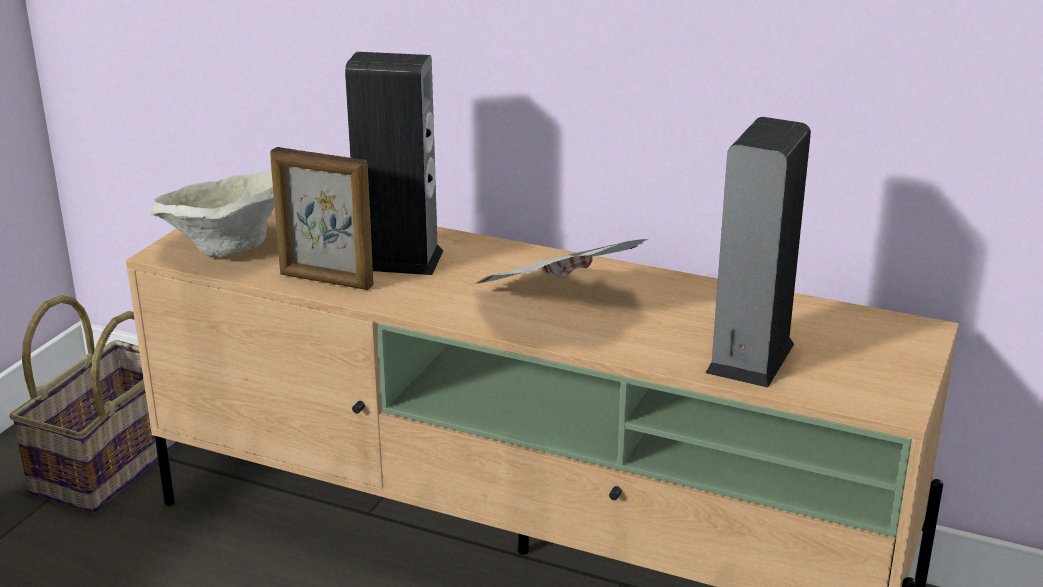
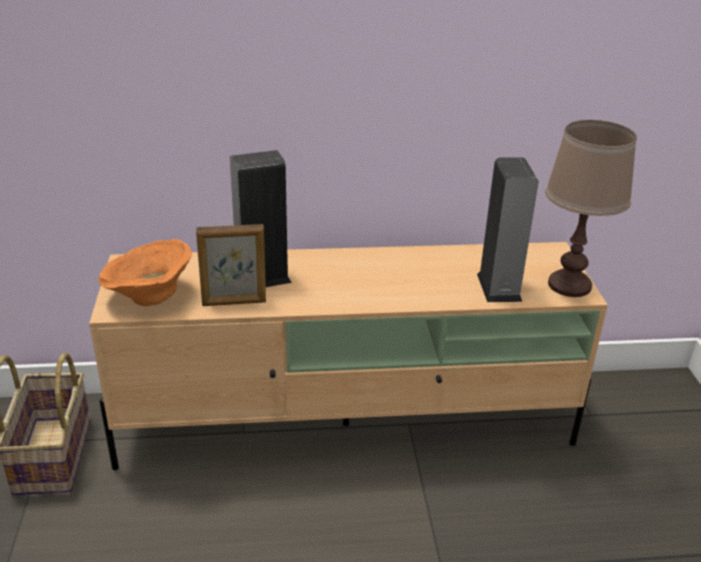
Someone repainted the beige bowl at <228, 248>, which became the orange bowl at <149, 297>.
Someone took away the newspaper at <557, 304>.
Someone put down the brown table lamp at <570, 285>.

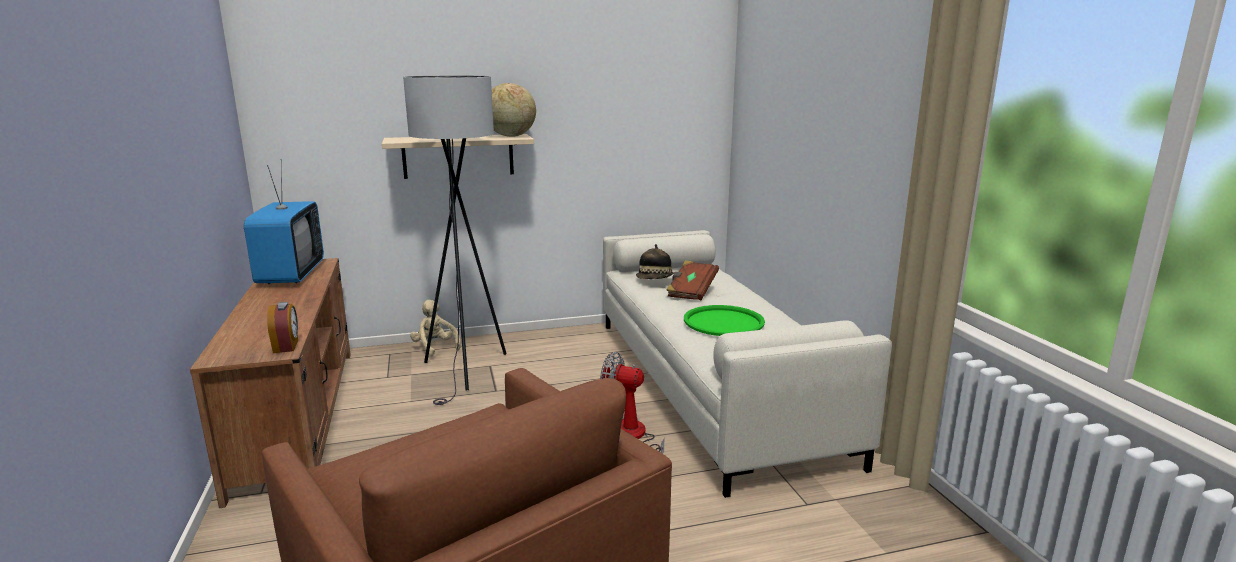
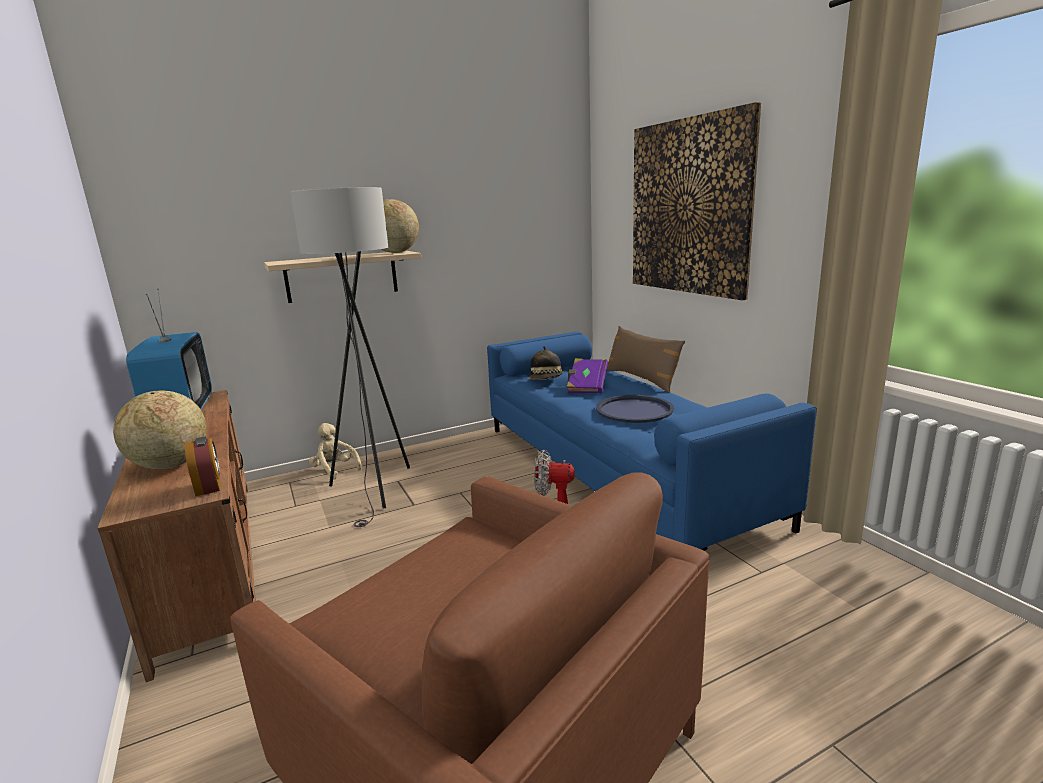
Someone repainted the beige sofa at <711, 385>, which became the blue sofa at <617, 471>.
Someone repainted the brown book at <691, 291>, which became the purple book at <586, 386>.
Someone repainted the green tray at <723, 322>, which became the blue tray at <634, 410>.
Someone put up the picture at <689, 207>.
Someone put down the brown pillow at <642, 379>.
Someone put down the globe at <170, 465>.

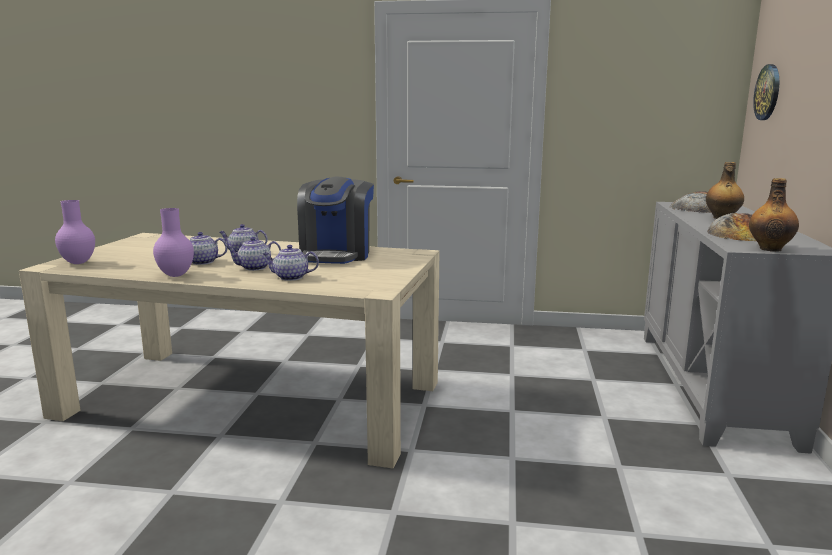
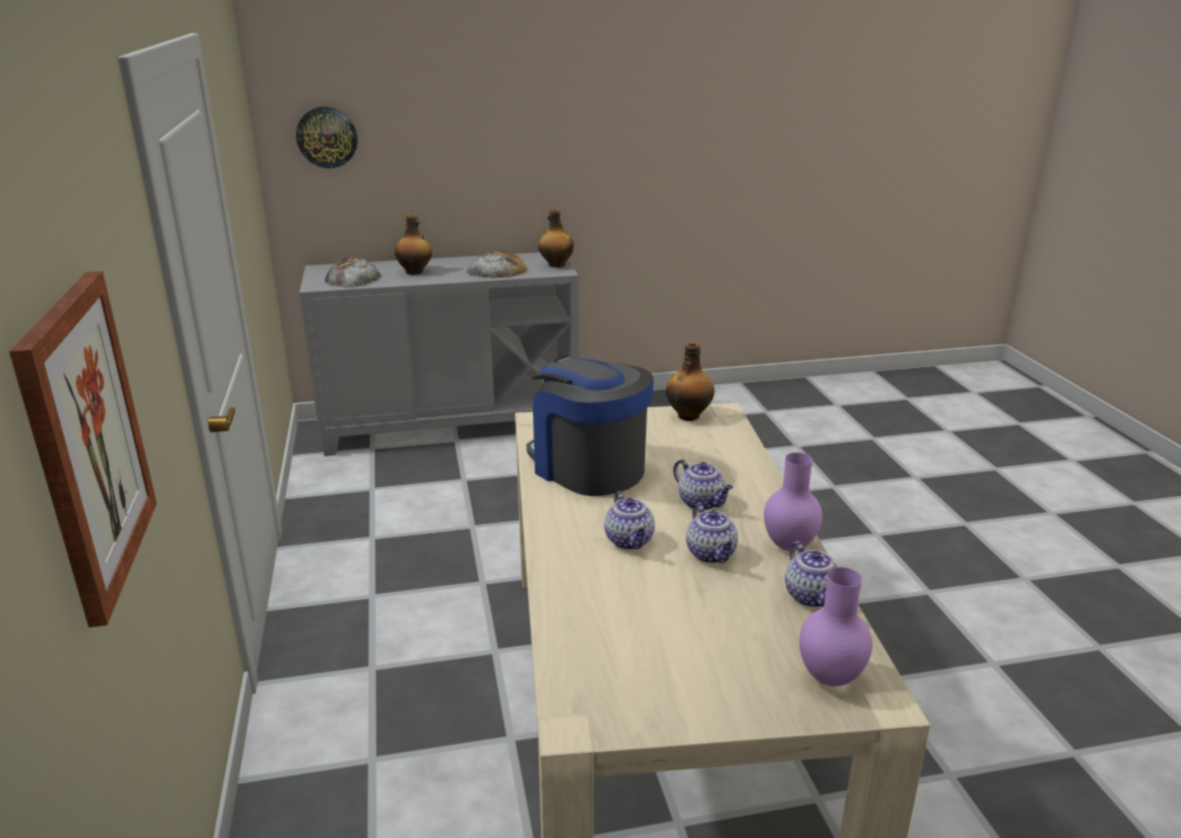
Someone rotated the coffee machine at <336, 255> by 120 degrees counterclockwise.
Someone carried the teapot from <290, 277> to <812, 597>.
Someone put up the picture at <87, 441>.
Someone put down the bottle at <689, 416>.

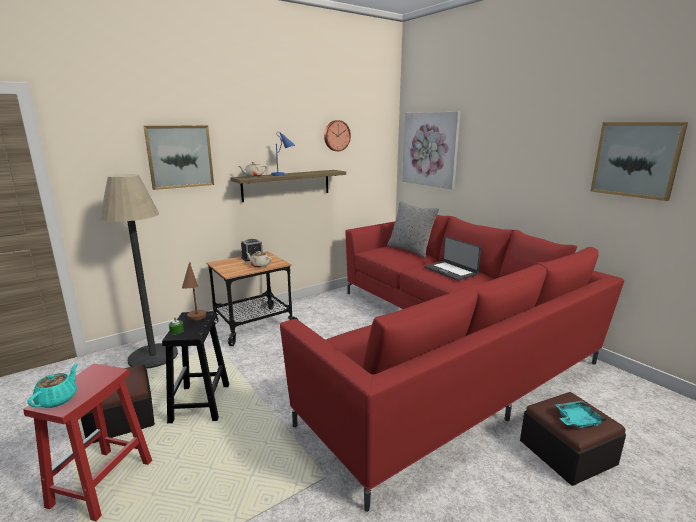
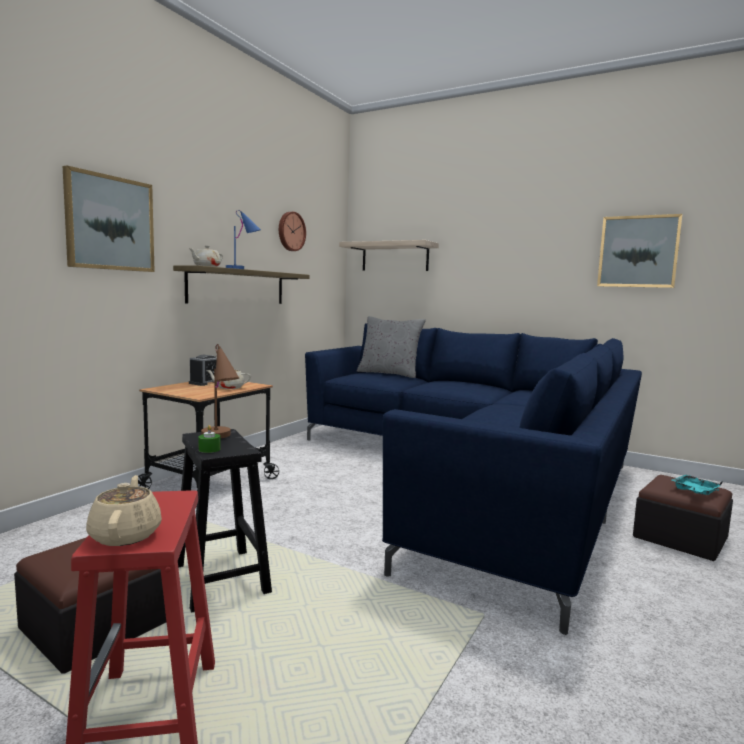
Someone swapped the picture at <430, 149> for the shelf at <395, 257>.
Someone took away the floor lamp at <153, 356>.
Someone repainted the red sofa at <442, 351>, which became the blue sofa at <476, 477>.
Someone took away the laptop at <451, 271>.
Someone repainted the turquoise teapot at <58, 399>, which became the beige teapot at <126, 534>.

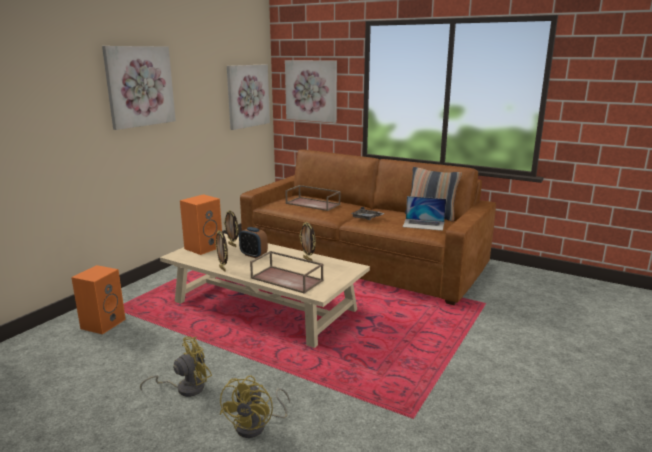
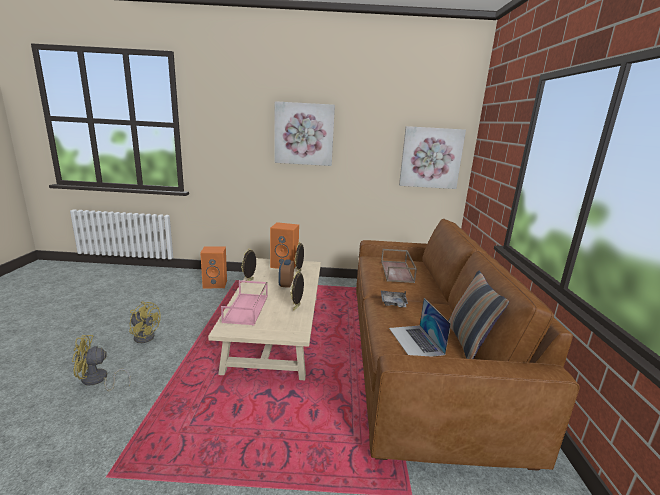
Someone took away the picture at <311, 90>.
Someone repainted the brown tray at <288, 279>, which became the pink tray at <246, 309>.

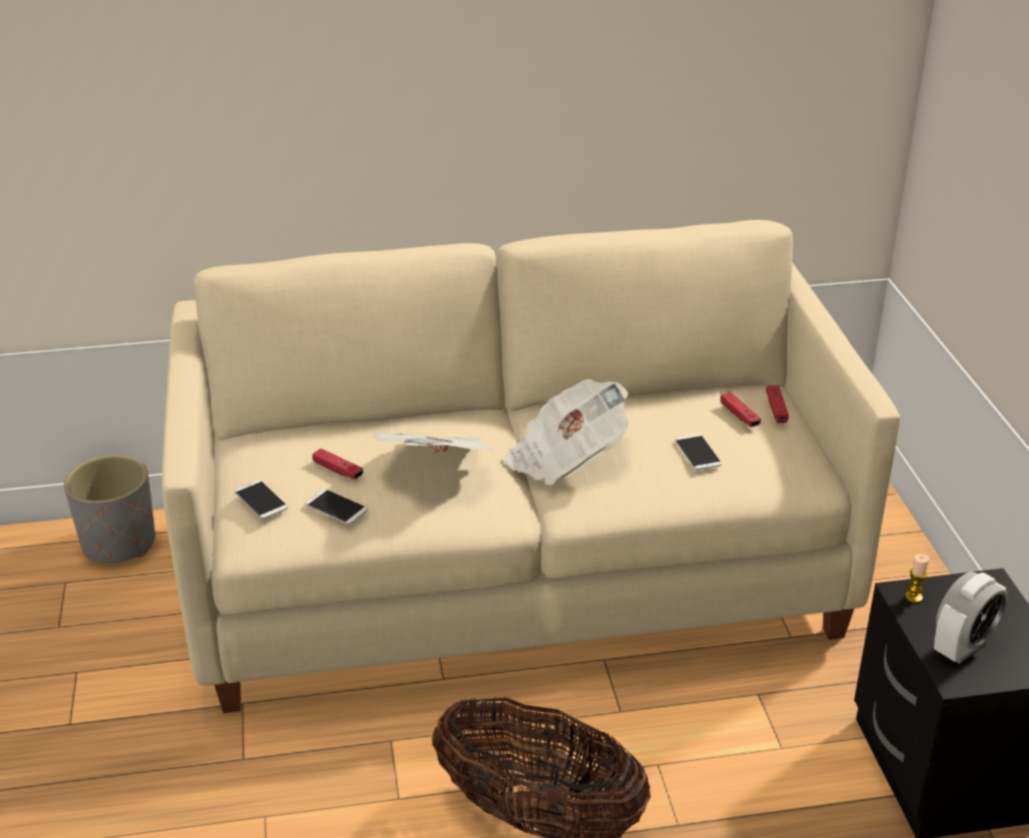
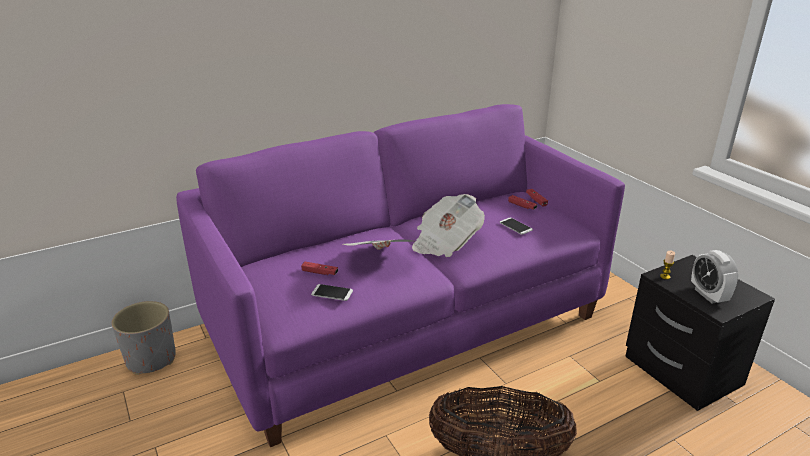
Someone repainted the beige sofa at <514, 574>, which became the purple sofa at <404, 323>.
Someone took away the phone at <261, 500>.
Someone rotated the alarm clock at <963, 647> by 135 degrees clockwise.

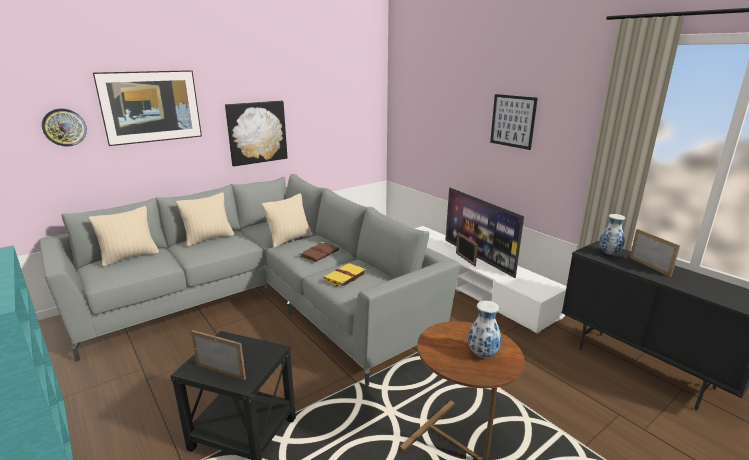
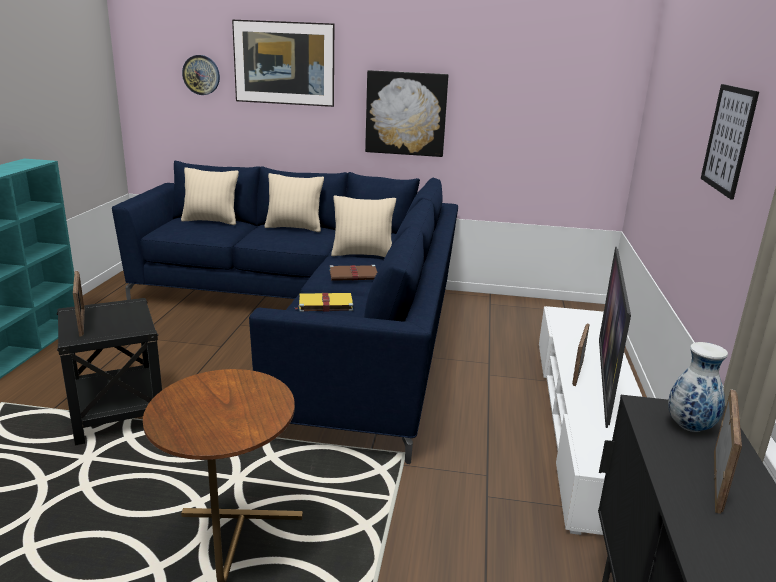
Someone repainted the grey sofa at <265, 302>, which became the blue sofa at <317, 324>.
Someone took away the vase at <483, 354>.

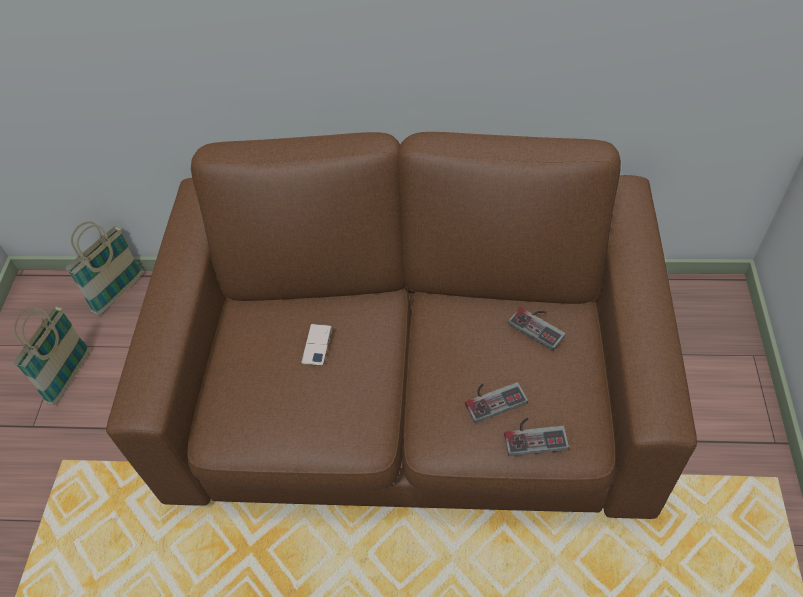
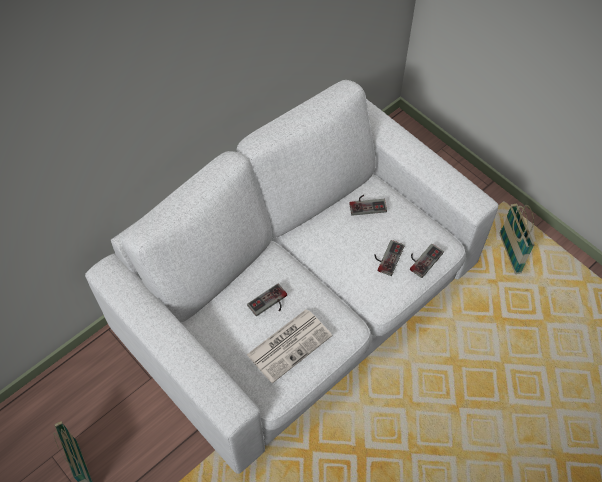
Someone repainted the brown sofa at <411, 389>, which became the white sofa at <300, 298>.
Someone carried the basket from <119, 293> to <509, 254>.
Someone swapped the phone at <317, 345> for the game controller at <270, 304>.
Someone put down the newspaper at <290, 344>.

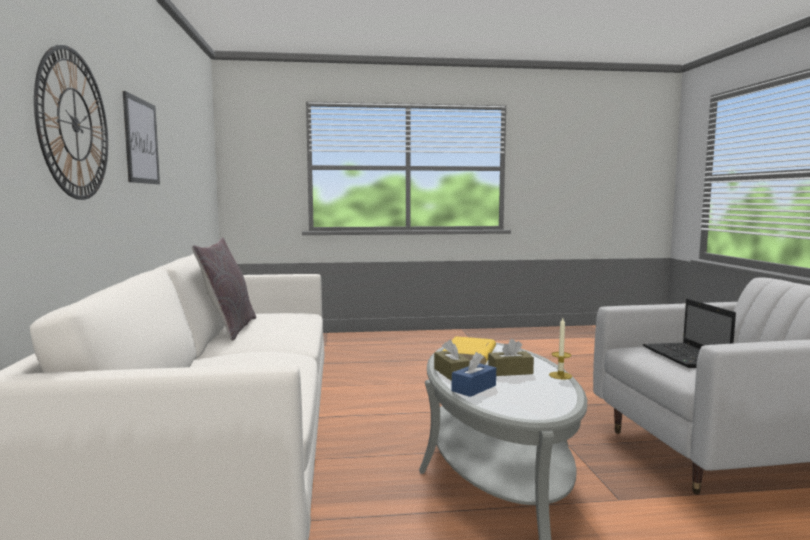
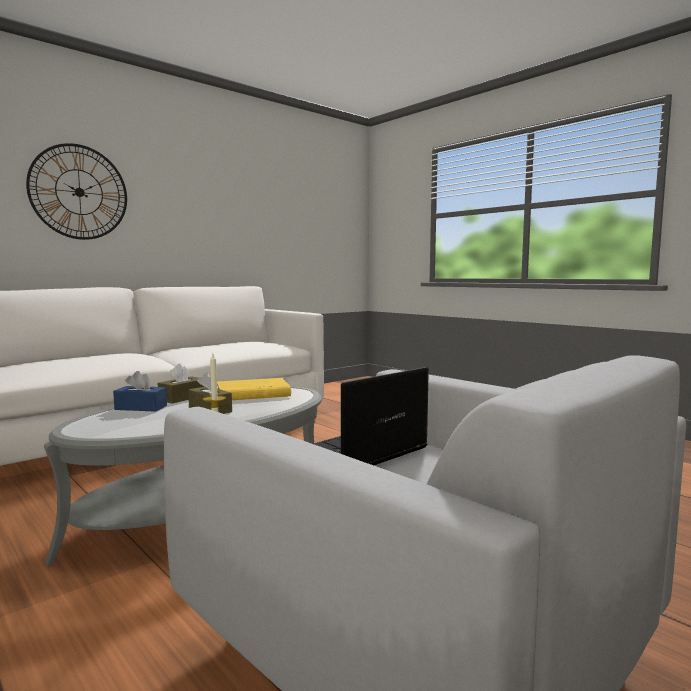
Someone took away the picture at <141, 141>.
Someone took away the grey pillow at <228, 329>.

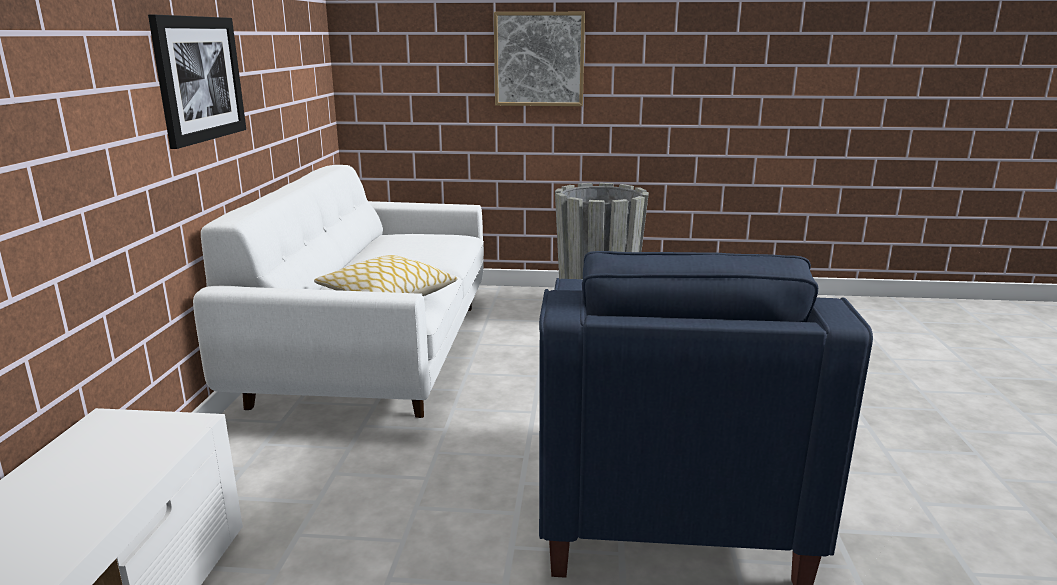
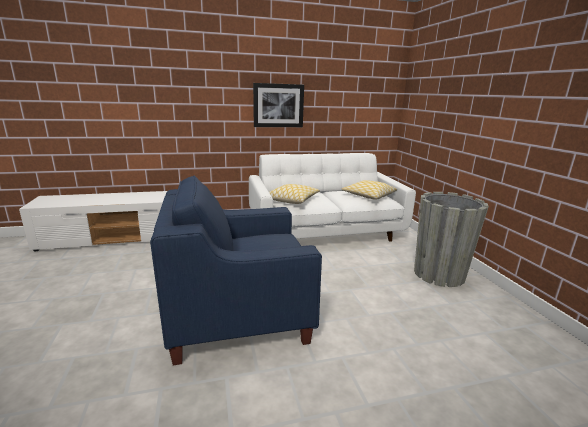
Someone took away the picture at <539, 59>.
Someone put down the pillow at <368, 196>.

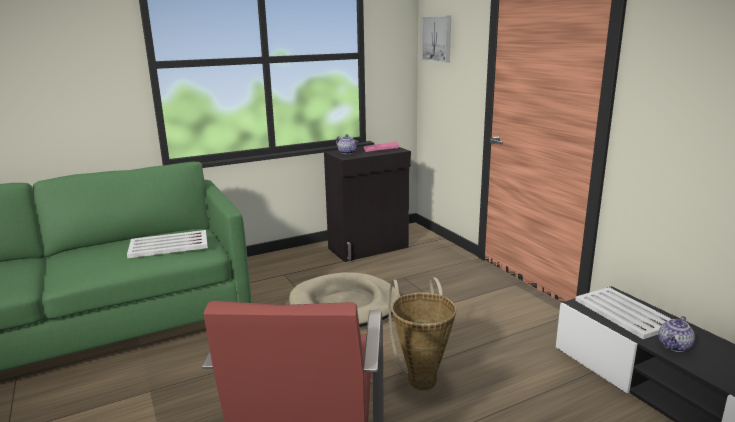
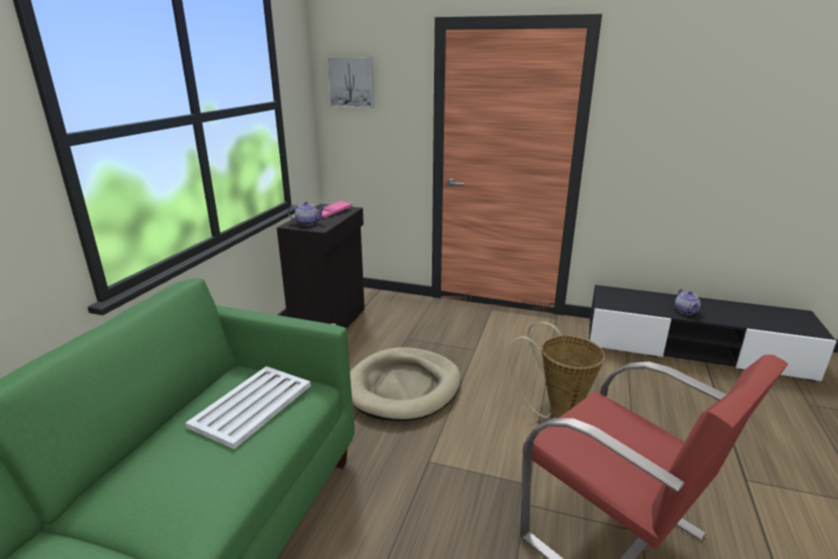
Someone took away the white tray at <625, 313>.

